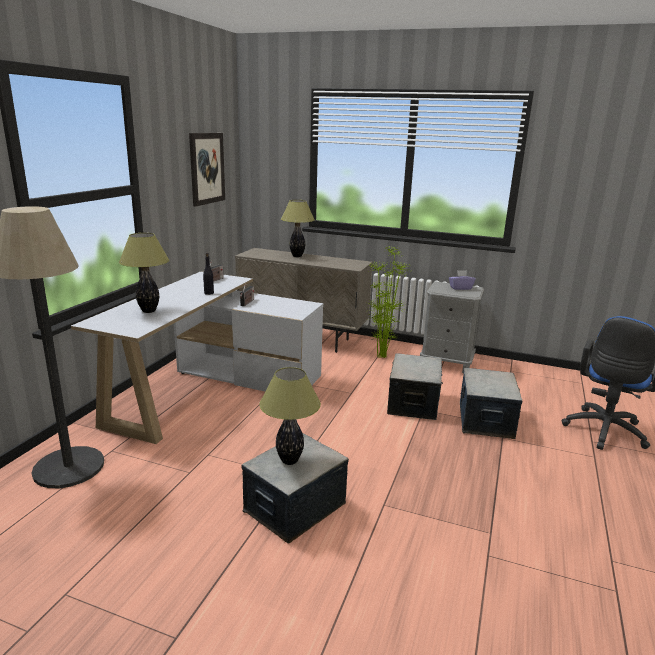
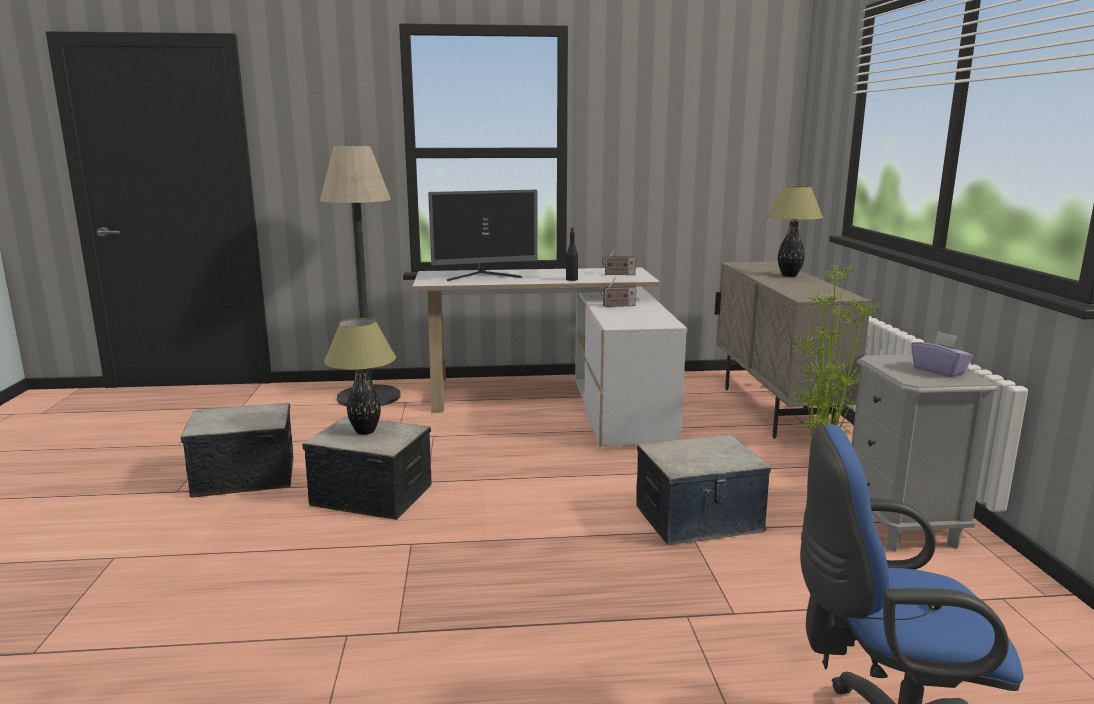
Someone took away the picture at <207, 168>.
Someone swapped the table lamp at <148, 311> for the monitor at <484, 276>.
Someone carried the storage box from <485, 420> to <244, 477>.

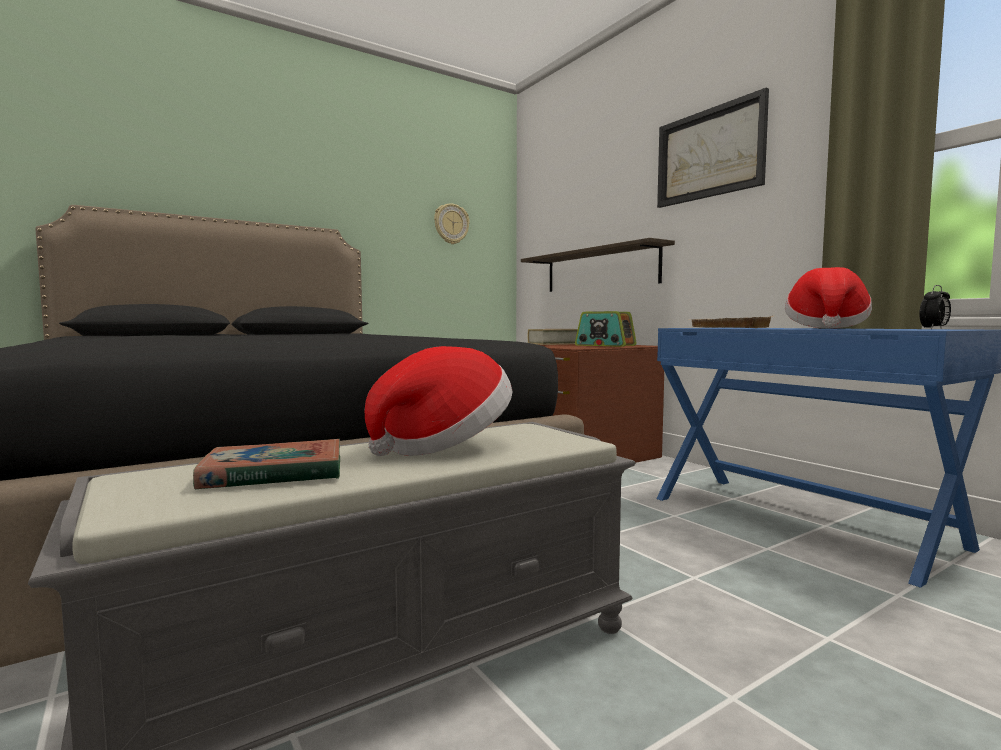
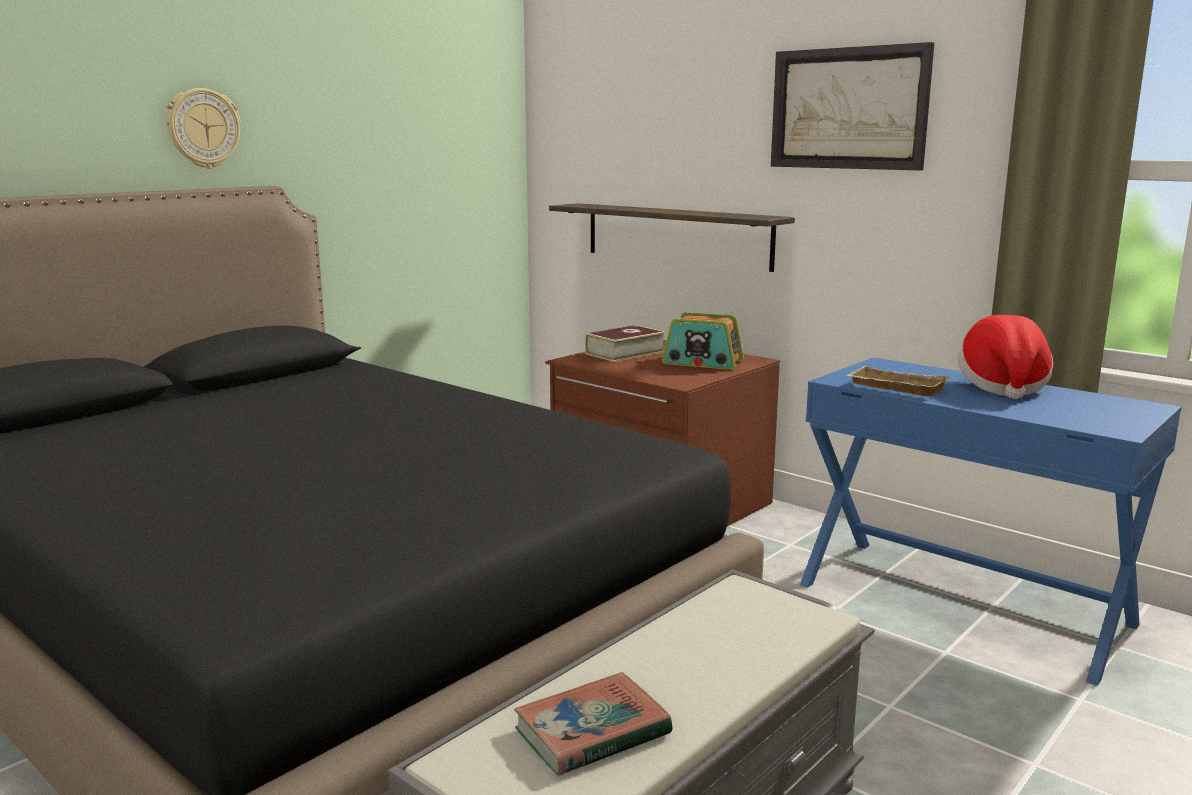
Someone carried the wall clock from <451, 224> to <203, 128>.
Someone took away the alarm clock at <934, 329>.
Someone took away the hat at <443, 446>.

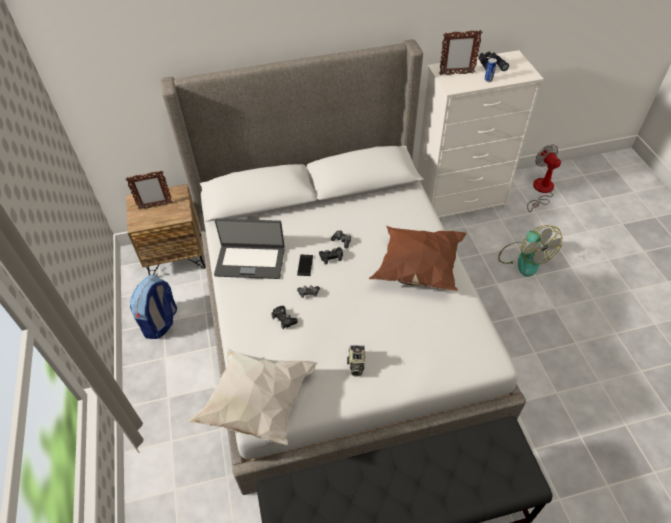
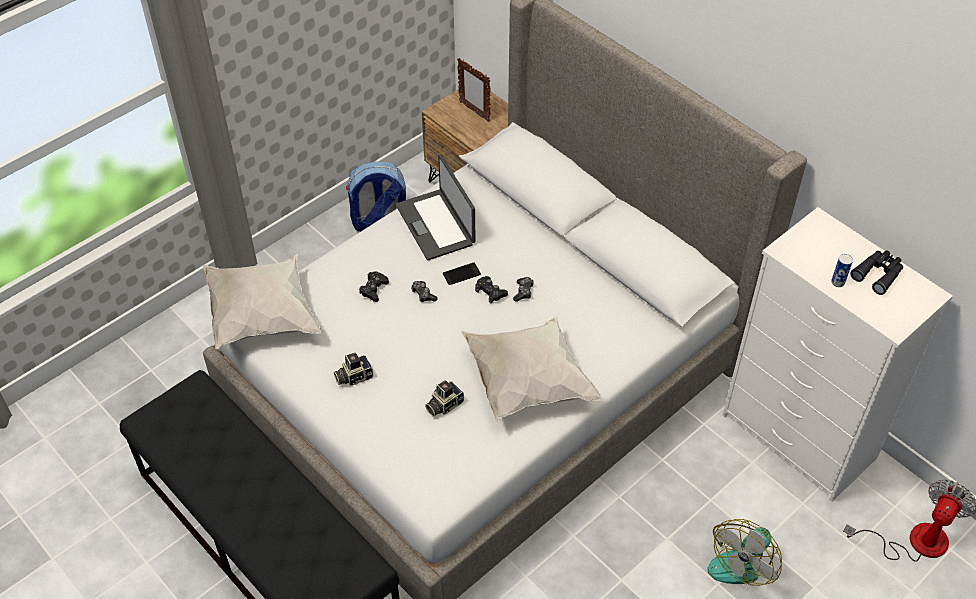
Someone took away the picture frame at <456, 74>.
Someone repainted the brown pillow at <417, 269>, which became the white pillow at <527, 382>.
Someone put down the photo camera at <443, 405>.

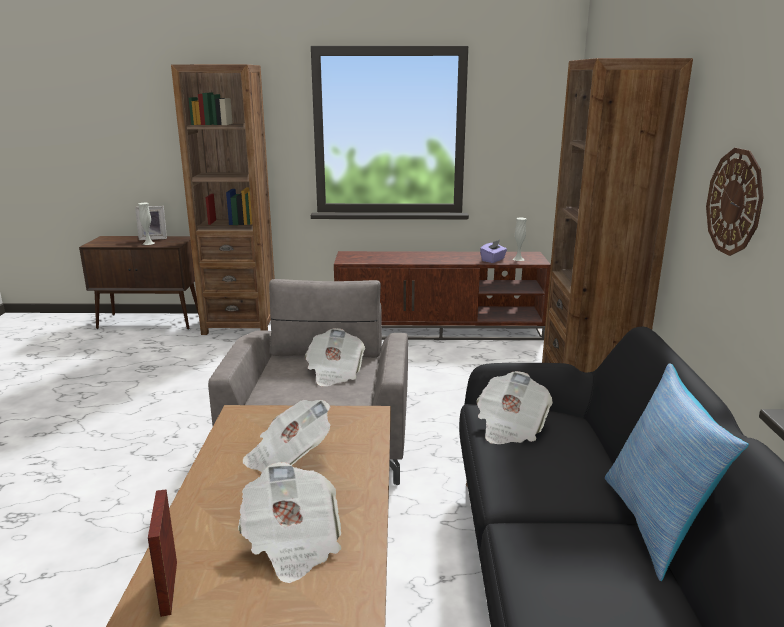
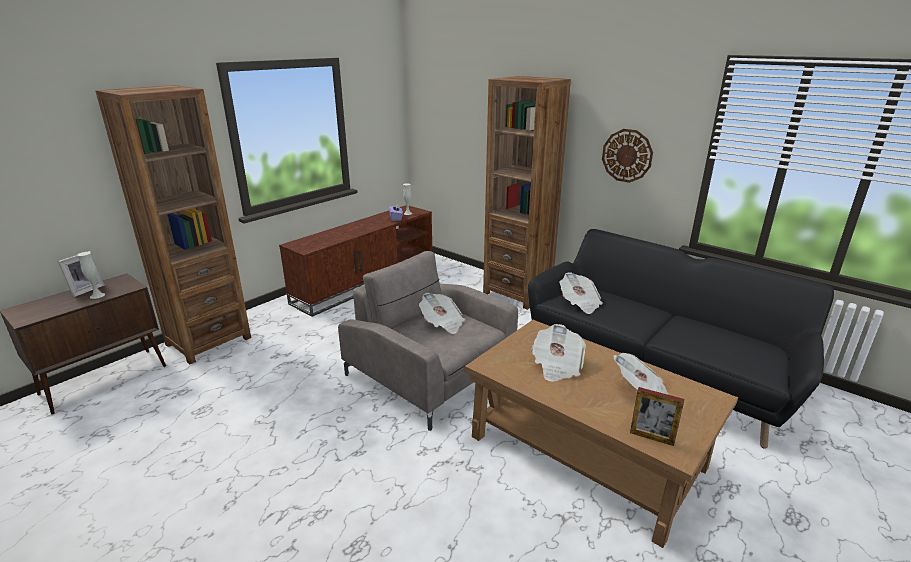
Someone took away the pillow at <656, 524>.

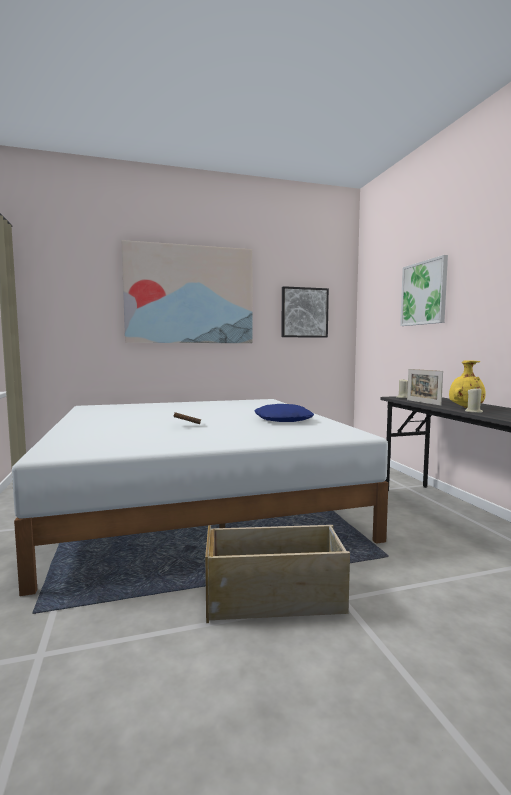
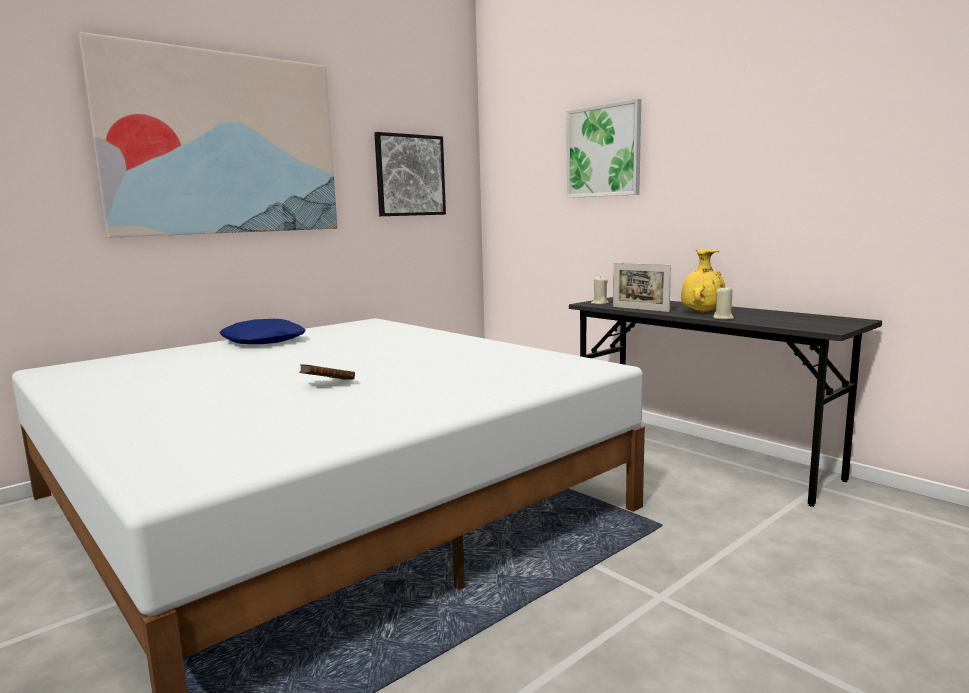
Someone carried the blue pillow from <283, 420> to <264, 341>.
Someone took away the beige storage box at <275, 597>.

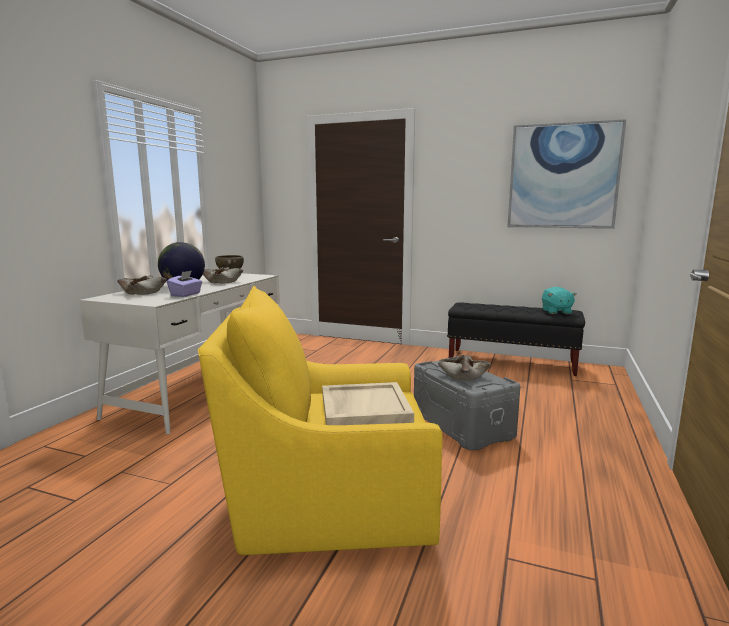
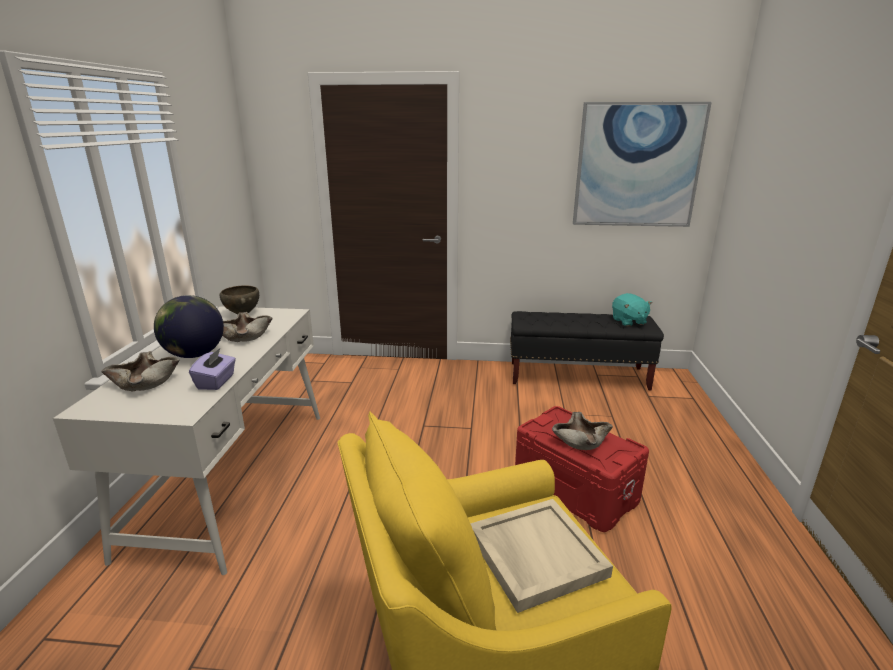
Someone repainted the grey storage box at <461, 425>, which became the red storage box at <574, 490>.

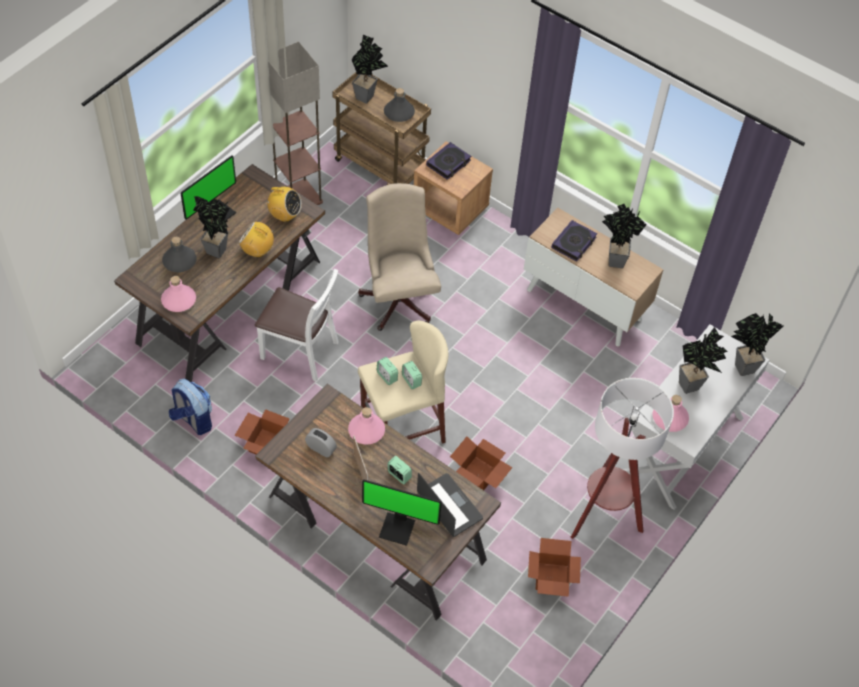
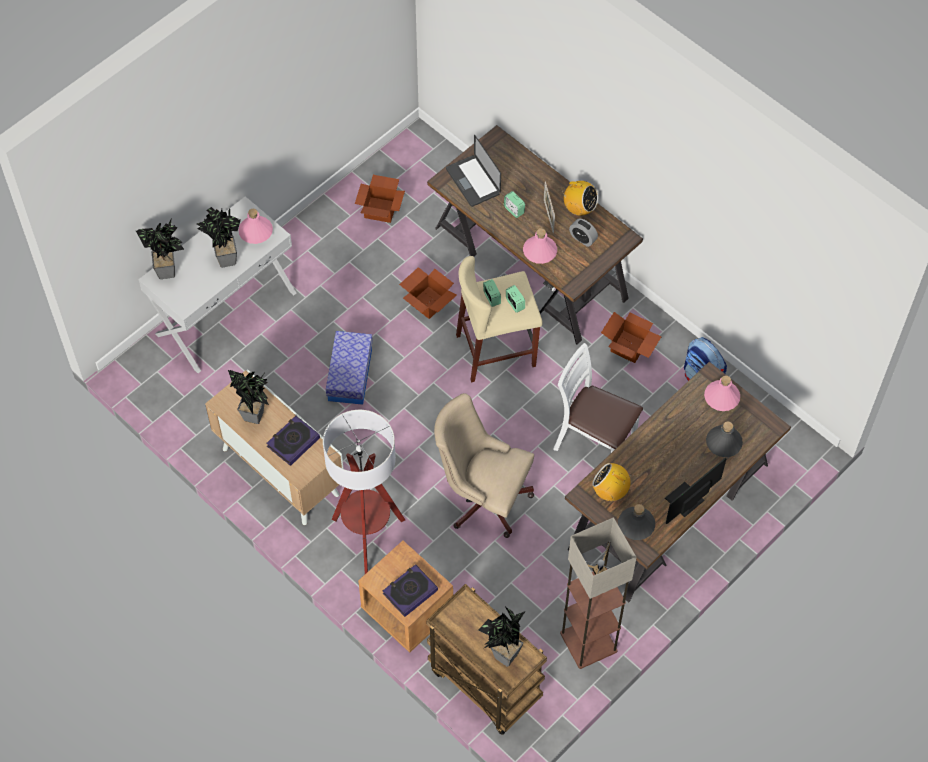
Someone carried the grey bottle from <399, 113> to <636, 524>.
Someone rotated the beige office chair at <399, 297> by 120 degrees clockwise.
Someone took away the potted plant at <218, 253>.
Someone carried the radio from <257, 251> to <579, 209>.
Someone carried the floor lamp from <603, 516> to <367, 537>.
Someone took away the monitor at <398, 527>.
Someone put down the storage box at <350, 374>.

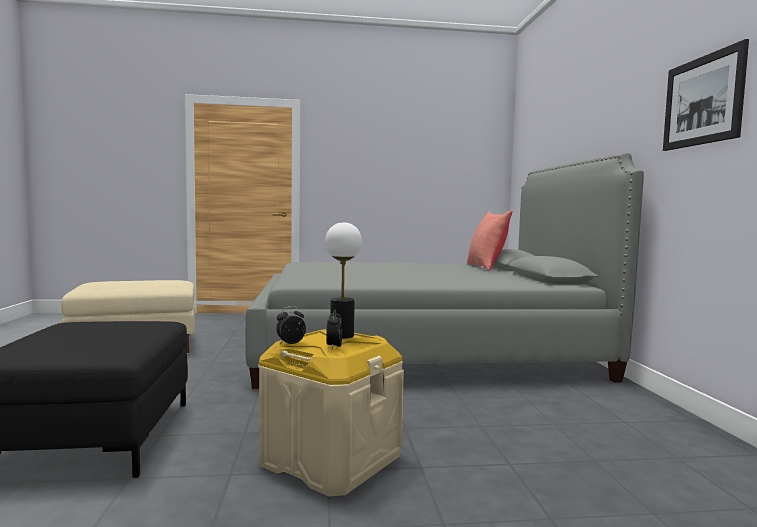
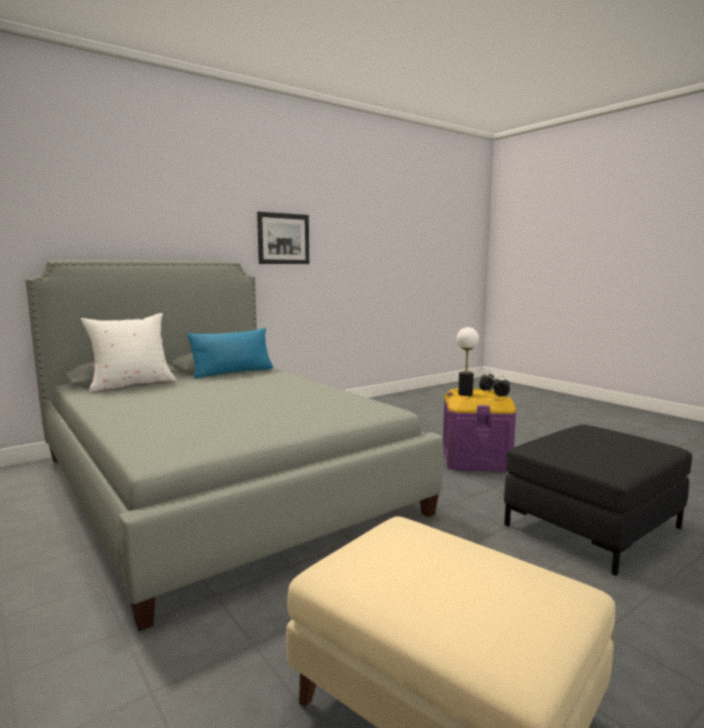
Someone repainted the red pillow at <486, 267>, which became the white pillow at <131, 384>.
Someone repainted the beige storage box at <331, 459>, which became the purple storage box at <475, 460>.
Someone put down the blue pillow at <233, 372>.

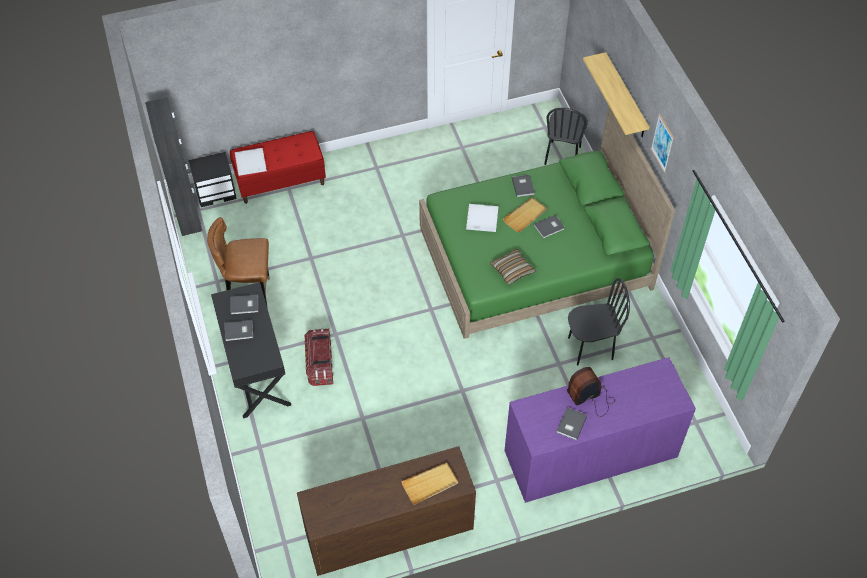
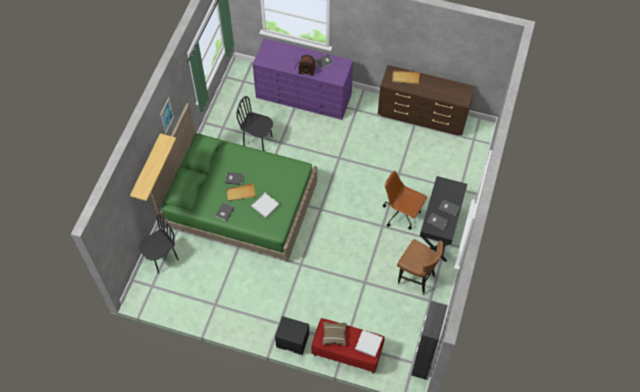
Someone carried the black nightstand from <216, 191> to <292, 341>.
Someone carried the pillow from <512, 270> to <334, 335>.
Someone swapped the storage box at <320, 364> for the brown office chair at <401, 214>.

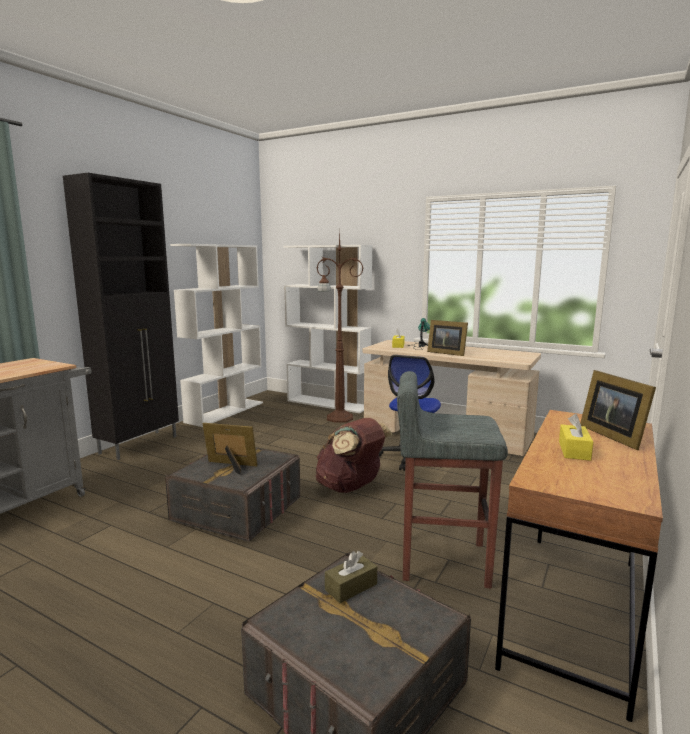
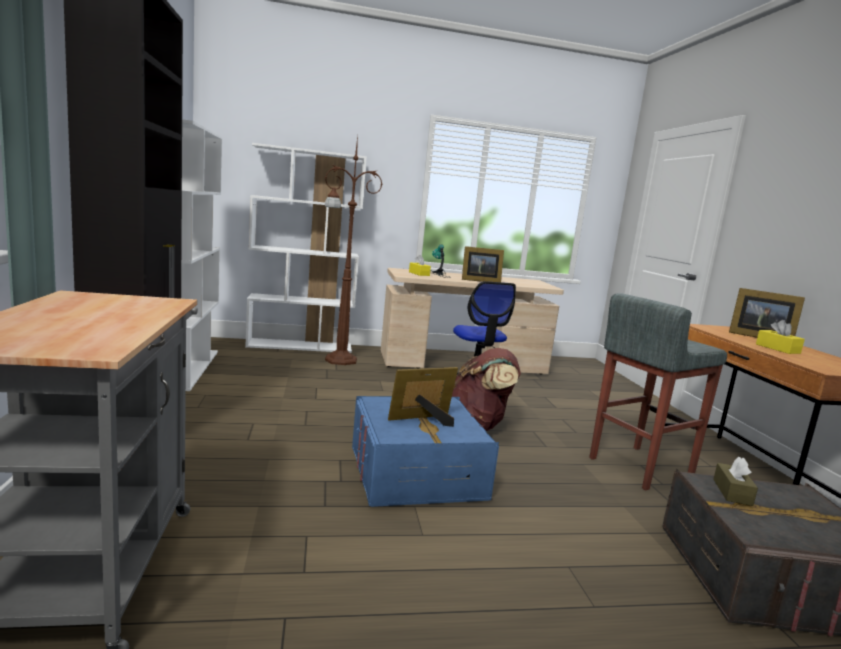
Someone repainted the grey storage box at <237, 509>, which became the blue storage box at <416, 473>.

